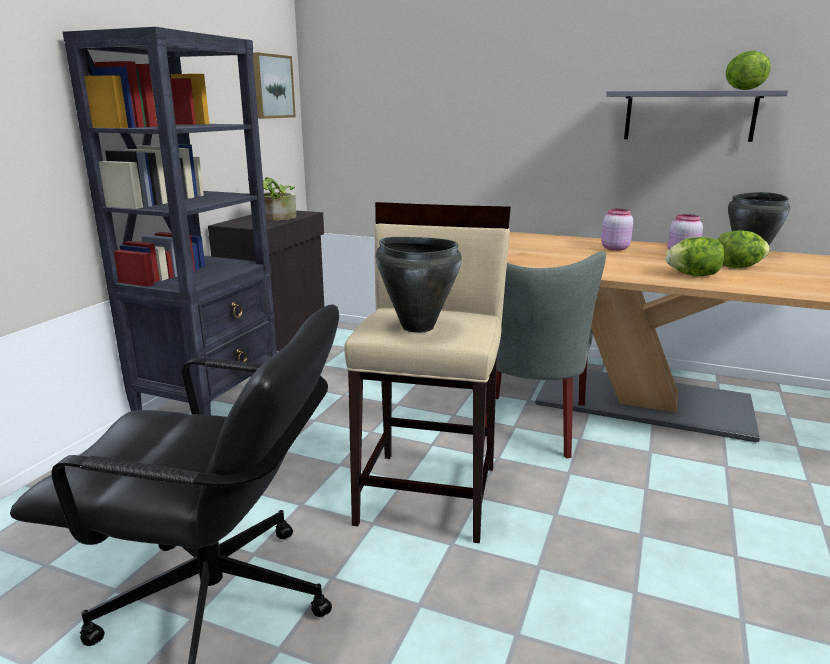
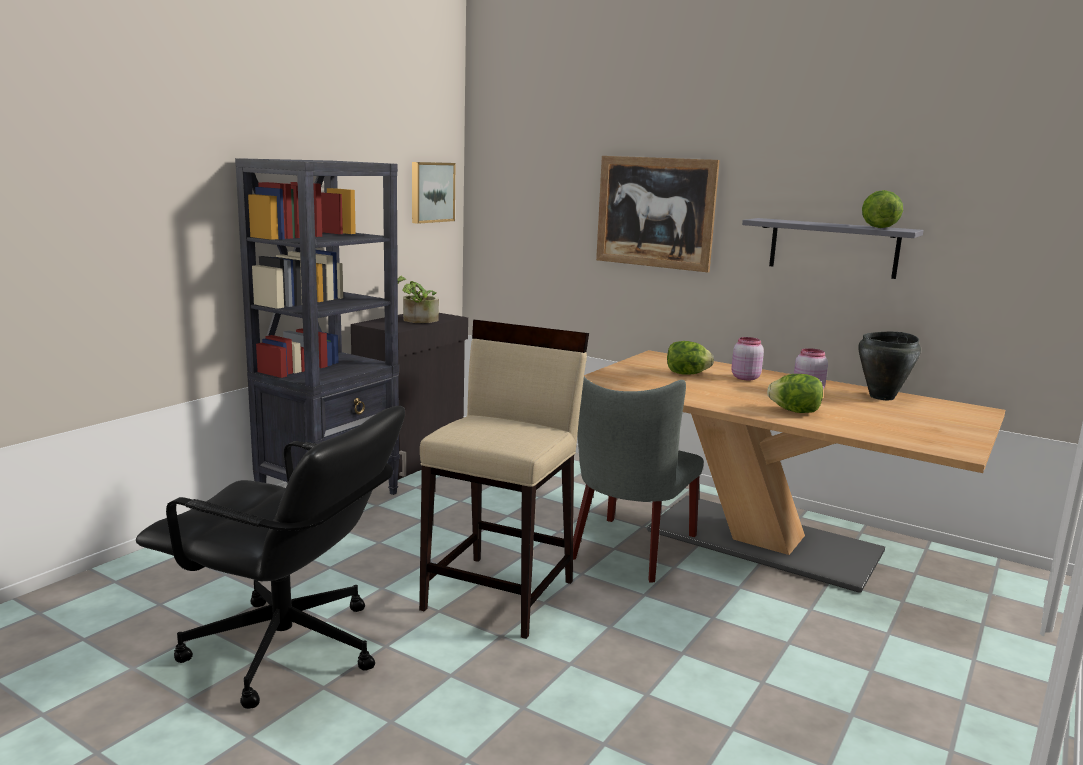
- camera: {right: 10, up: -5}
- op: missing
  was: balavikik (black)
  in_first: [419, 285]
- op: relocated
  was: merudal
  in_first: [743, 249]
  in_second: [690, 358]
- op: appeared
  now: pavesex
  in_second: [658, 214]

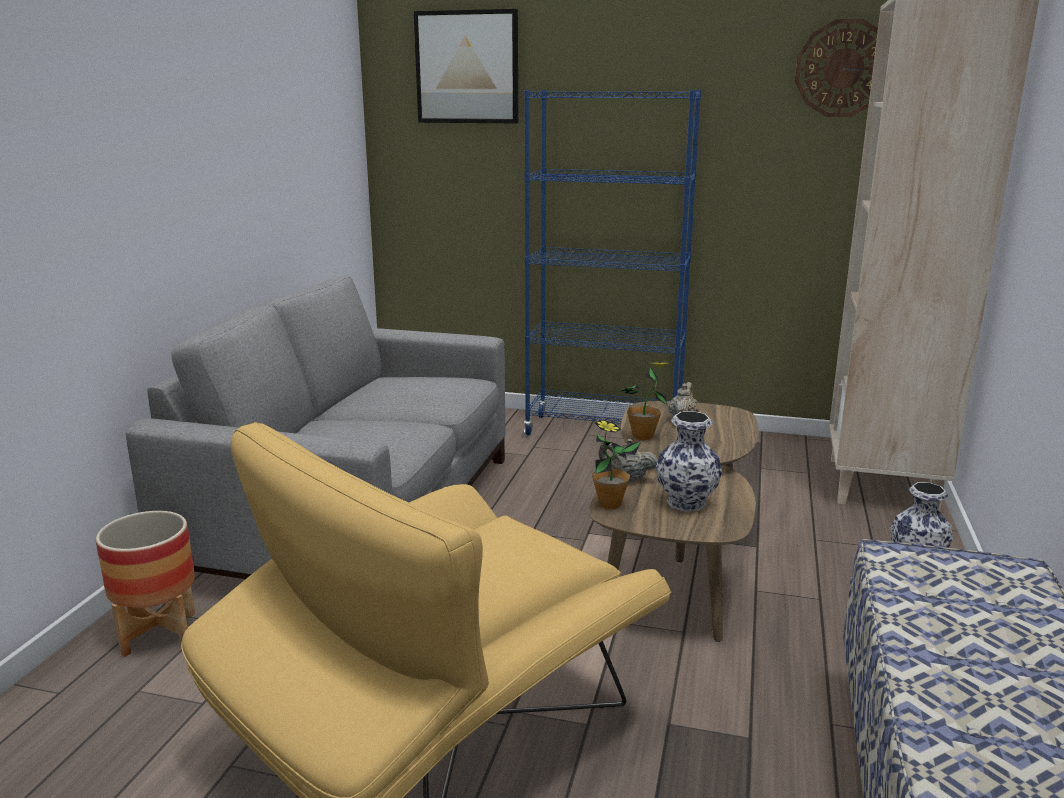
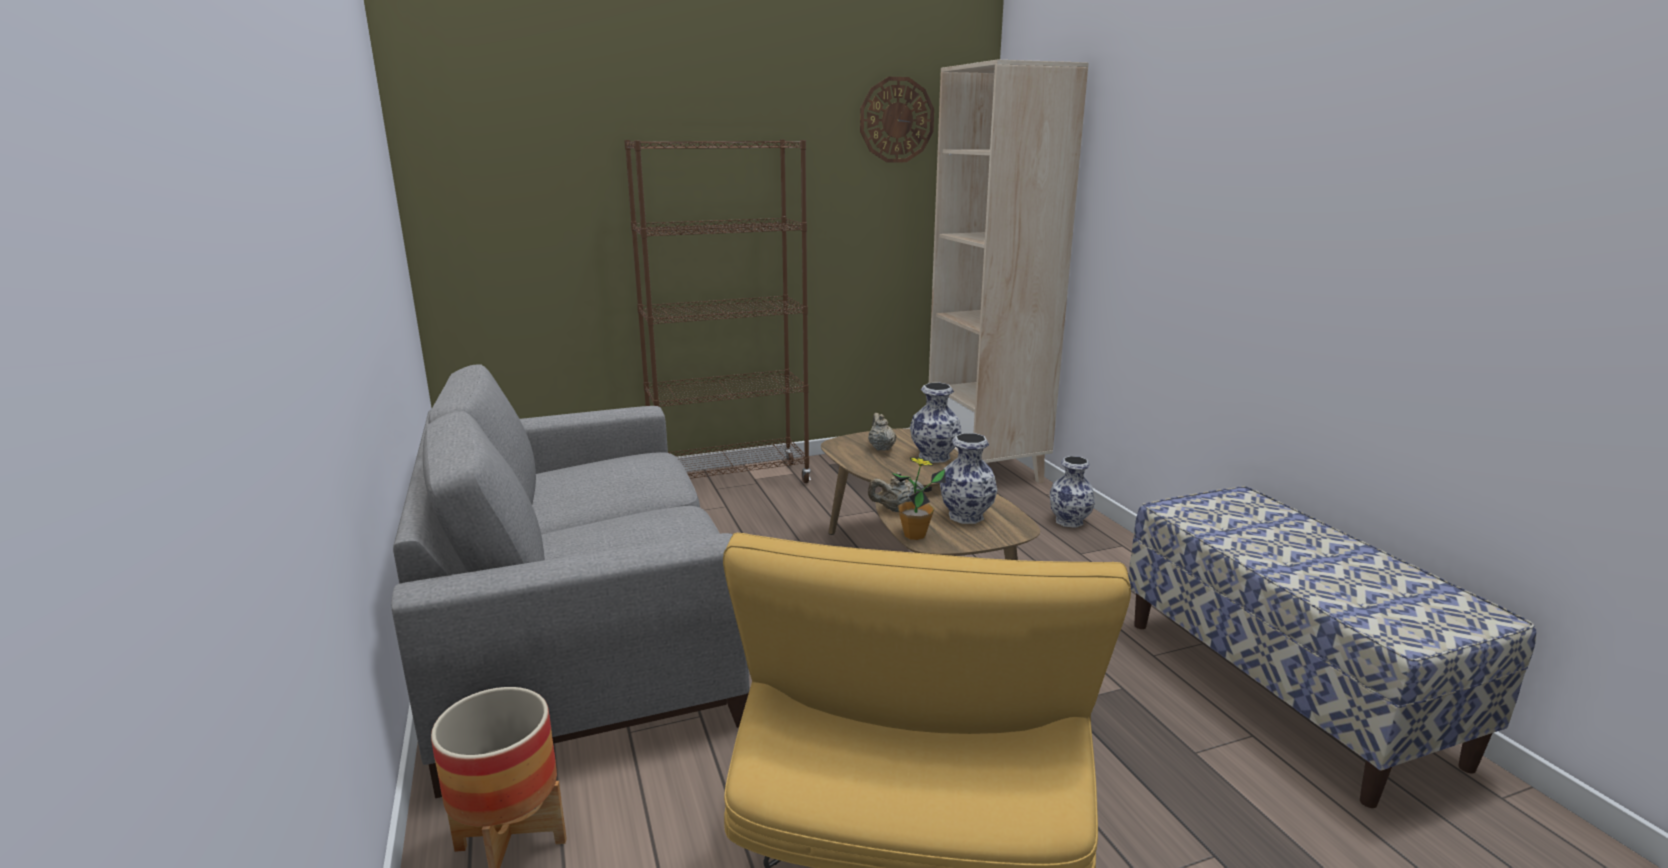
- camera: {right: -35, up: 0}
- op: missing
  was: pavesex
  in_first: [466, 66]
- op: colour
  was: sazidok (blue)
  now: sazidok (brown)
  in_first: [612, 263]
  in_second: [717, 311]
- op: missing
  was: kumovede
  in_first: [646, 401]
- op: appeared
  now: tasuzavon
  in_second: [936, 423]

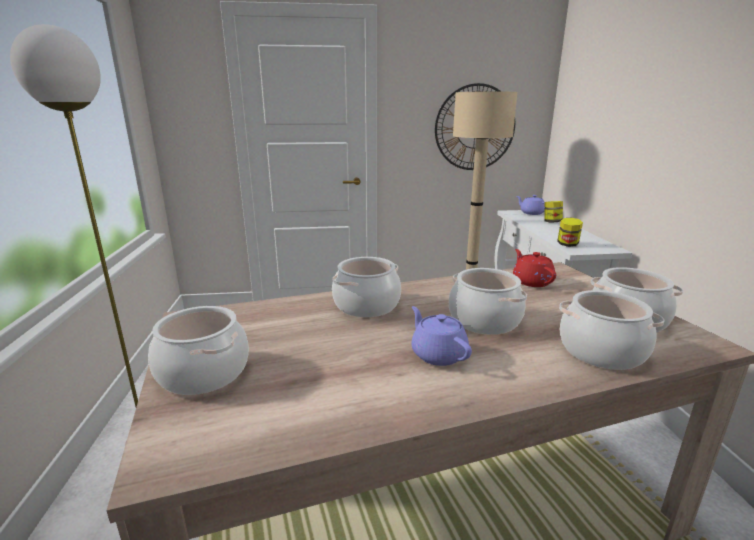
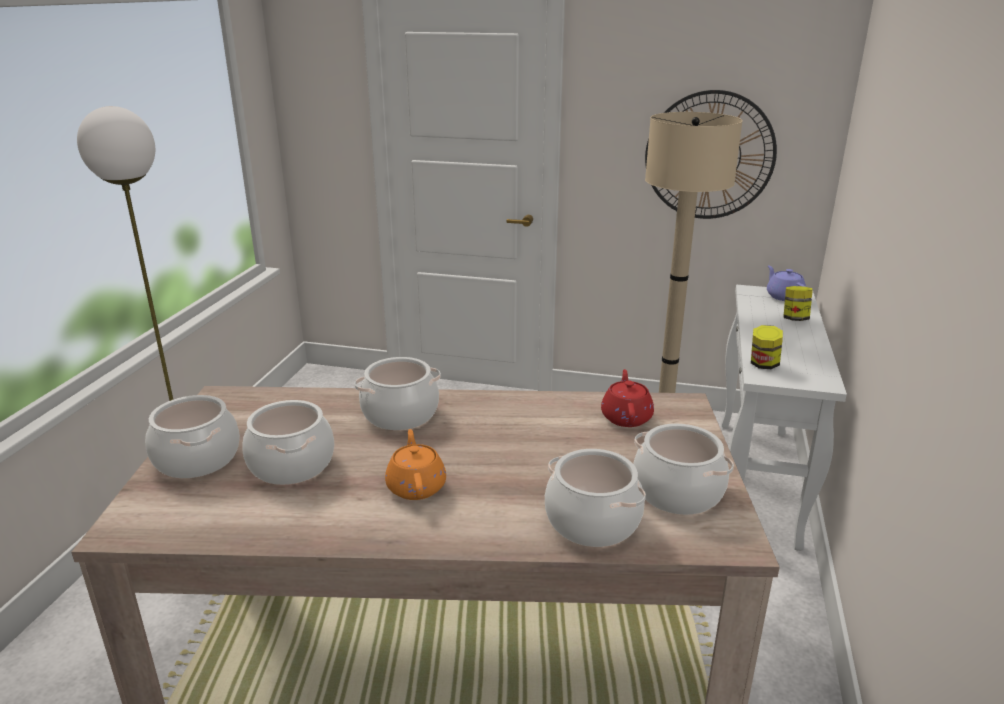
- camera: {right: 20, up: 5}
- op: colour
  was: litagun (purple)
  now: litagun (orange)
  in_first: [441, 336]
  in_second: [415, 464]
- op: relocated
  was: balavikik
  in_first: [488, 301]
  in_second: [288, 442]

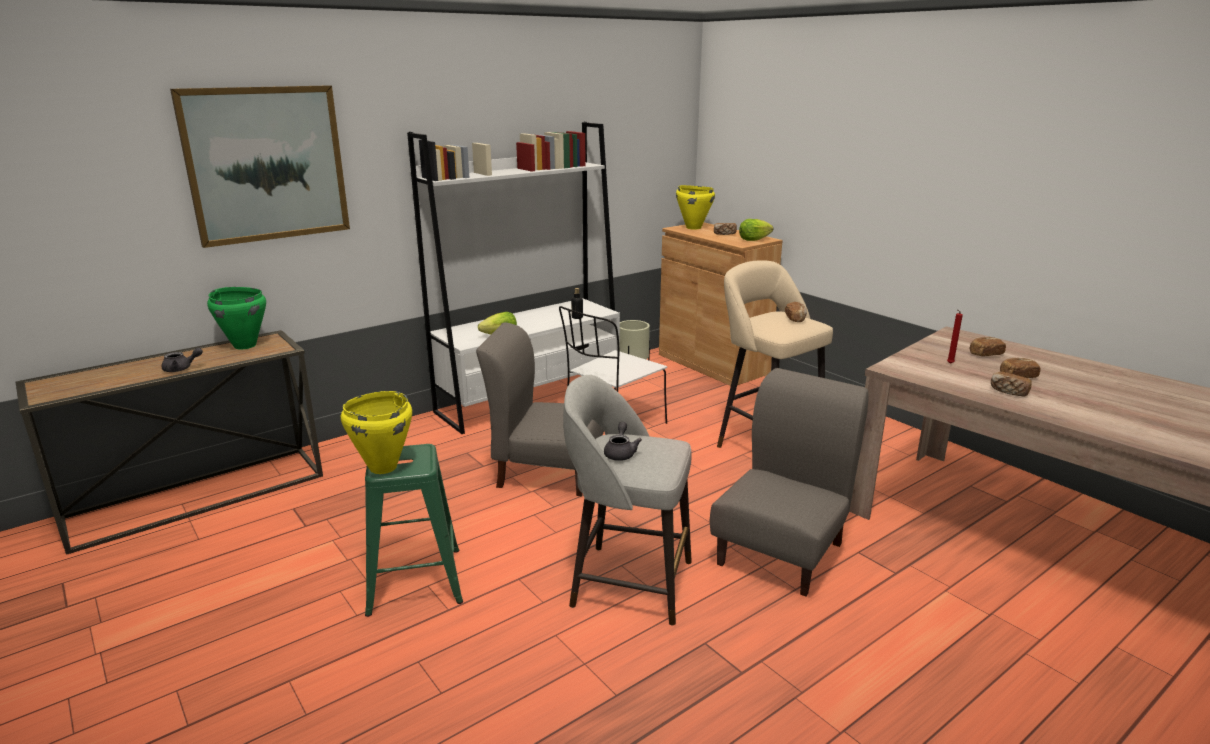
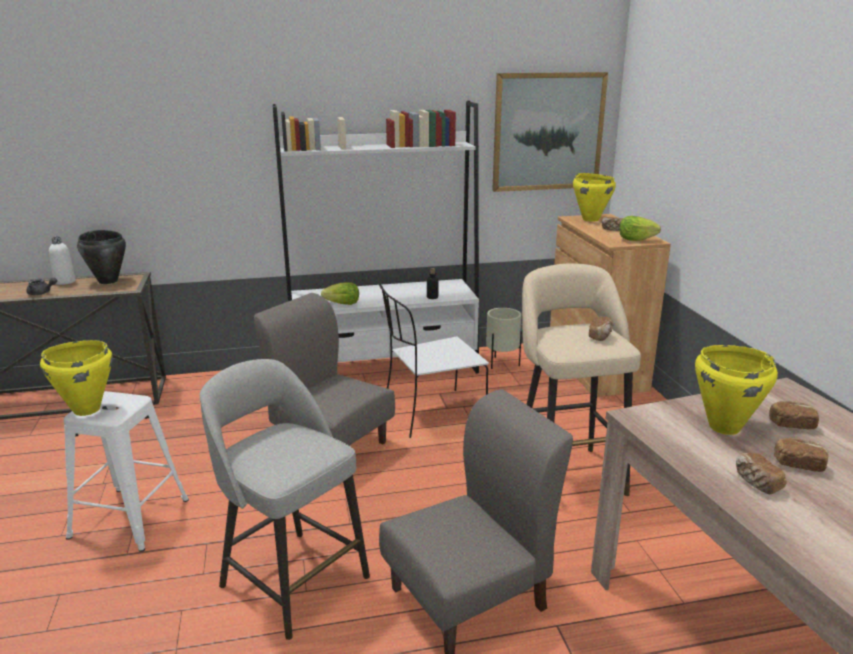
- camera: {right: 25, up: 0}
- op: relocated
  was: pavesex
  in_first: [260, 166]
  in_second: [550, 132]
- op: colour
  was: balavikik (green)
  now: balavikik (black)
  in_first: [236, 318]
  in_second: [101, 257]
- op: colour
  was: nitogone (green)
  now: nitogone (white)
  in_first: [414, 530]
  in_second: [126, 471]
- op: missing
  was: litagun (grey)
  in_first: [623, 441]
- op: exchanged
  was: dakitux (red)
  now: balavikik (yellow)
  in_first: [955, 337]
  in_second: [736, 390]
- op: appeared
  now: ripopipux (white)
  in_second: [62, 260]

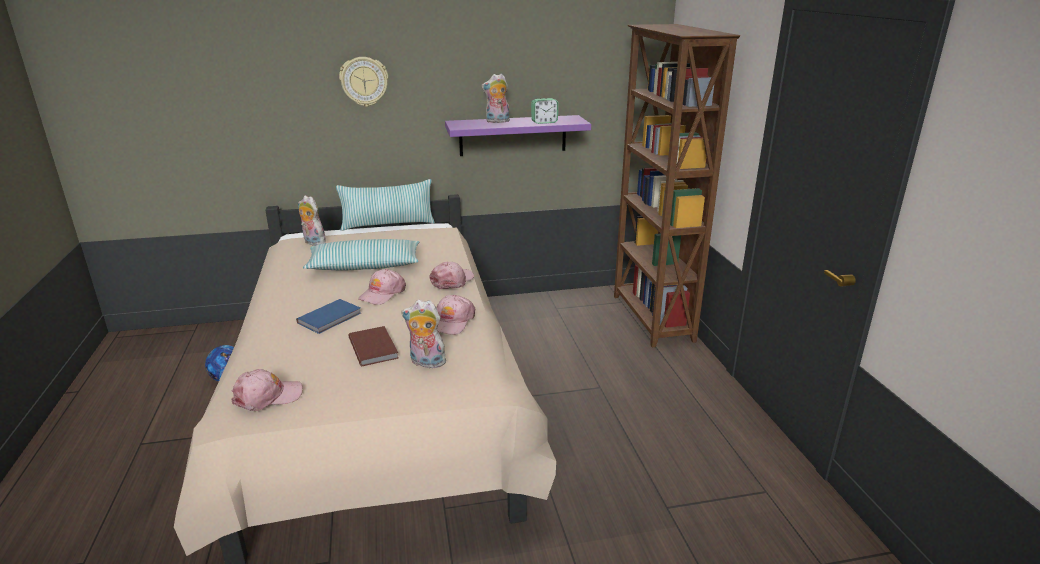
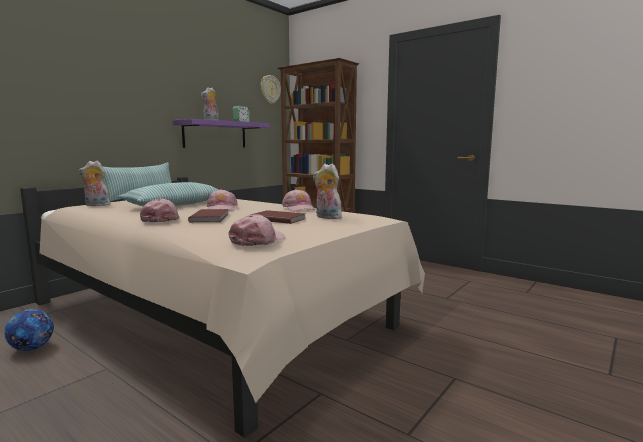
- camera: {right: -40, up: -15}
- op: colour
  was: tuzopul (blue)
  now: tuzopul (brown)
  in_first: [328, 316]
  in_second: [208, 215]
- op: relocated
  was: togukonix
  in_first: [364, 82]
  in_second: [270, 89]
- op: spun
  was: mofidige
  in_first: [424, 334]
  in_second: [327, 191]
  clockwise: 60
- op: relocated
  was: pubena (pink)
  in_first: [452, 275]
  in_second: [159, 210]

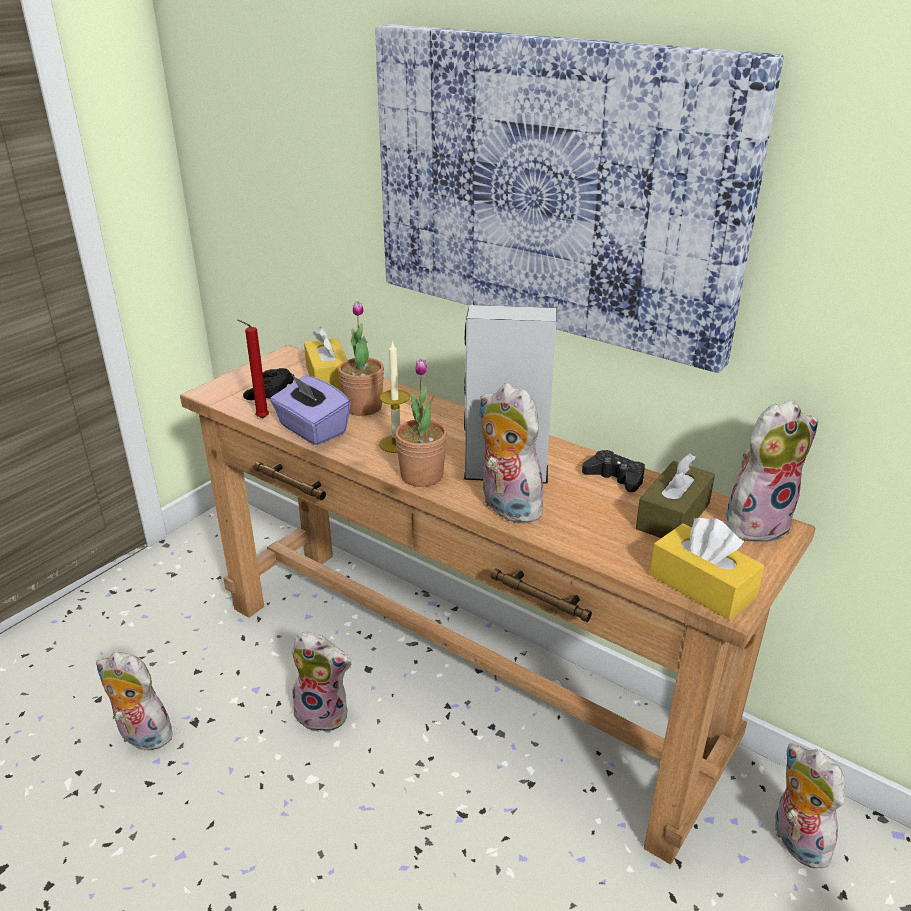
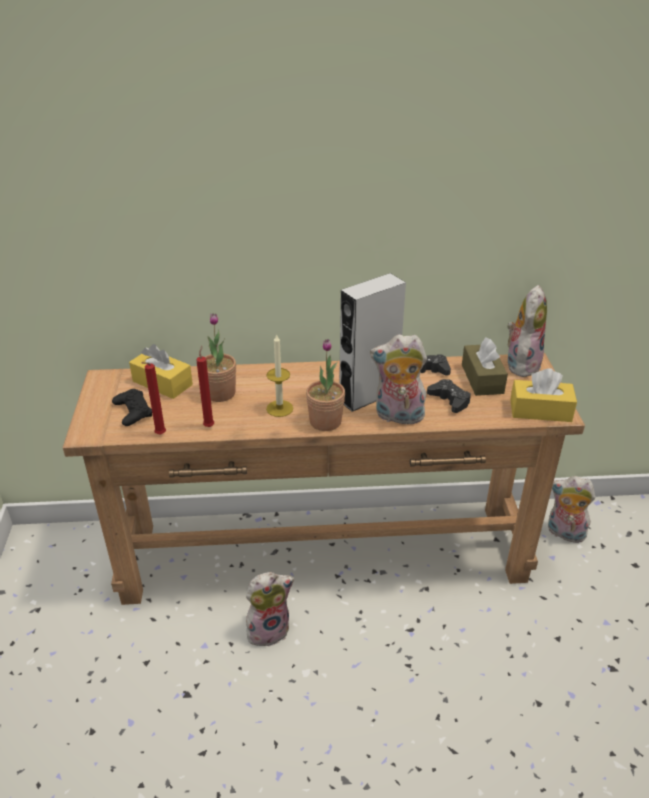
- camera: {right: -40, up: 5}
- op: missing
  was: mofidige
  in_first: [134, 701]
- op: exchanged
  was: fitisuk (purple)
  now: dakitux (red)
  in_first: [310, 410]
  in_second: [205, 386]
- op: missing
  was: pavesex
  in_first: [579, 198]
- op: appeared
  now: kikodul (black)
  in_second: [449, 396]

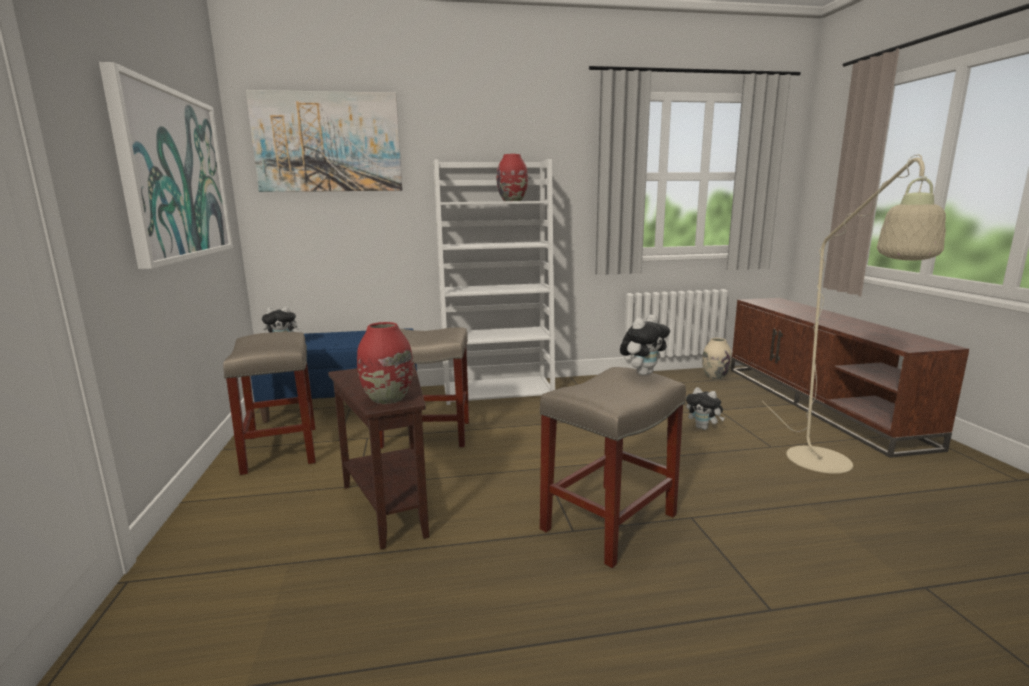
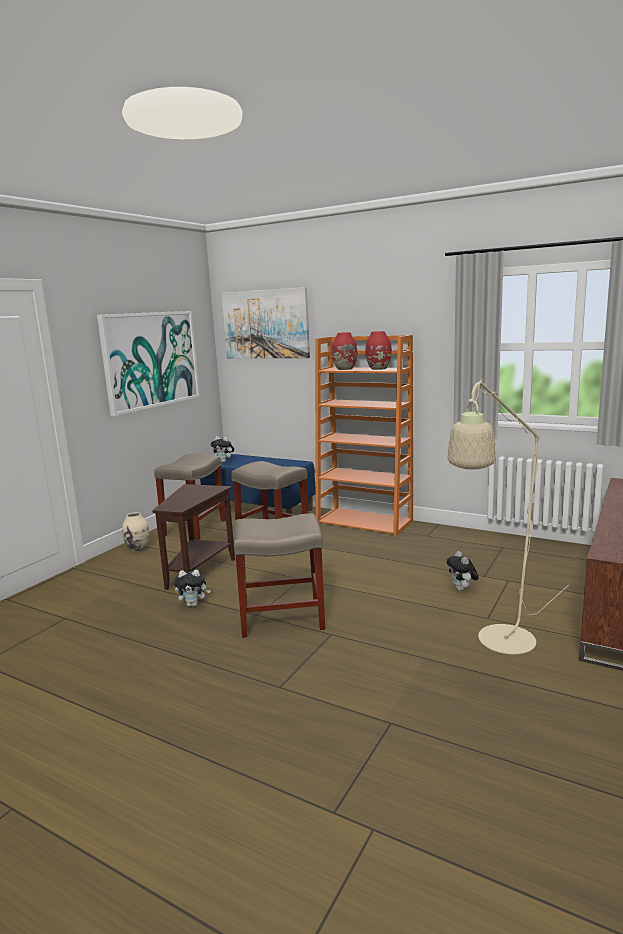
- camera: {right: 40, up: 0}
- op: relocated
  was: tasuzavon (red)
  in_first: [385, 363]
  in_second: [344, 351]
- op: colour
  was: sazidok (white)
  now: sazidok (orange)
  in_first: [494, 282]
  in_second: [364, 436]
- op: relocated
  was: mofidige
  in_first: [645, 345]
  in_second: [192, 588]
- op: relocated
  was: tasuzavon (beige)
  in_first: [717, 358]
  in_second: [136, 532]

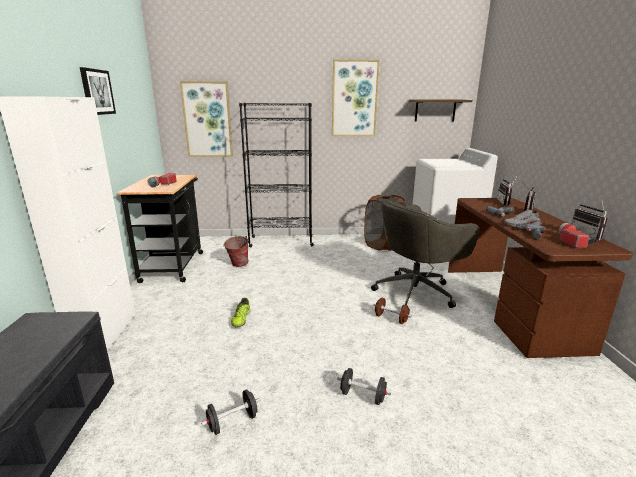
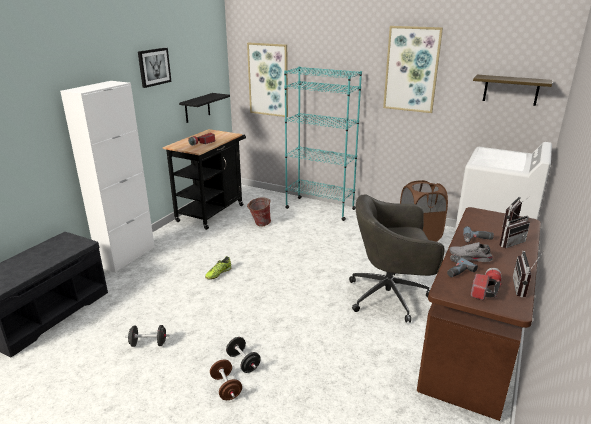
- camera: {right: 30, up: 5}
- op: colour
  was: sazidok (black)
  now: sazidok (turquoise)
  in_first: [276, 175]
  in_second: [323, 143]
- op: relocated
  was: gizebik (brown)
  in_first: [392, 311]
  in_second: [226, 380]
- op: appeared
  now: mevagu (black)
  in_second: [204, 108]

